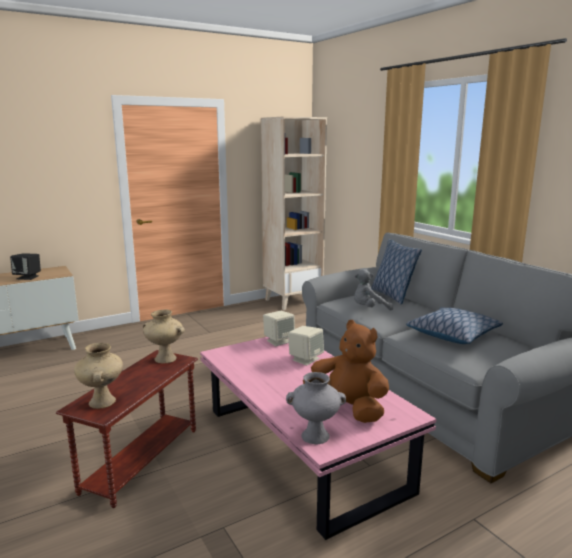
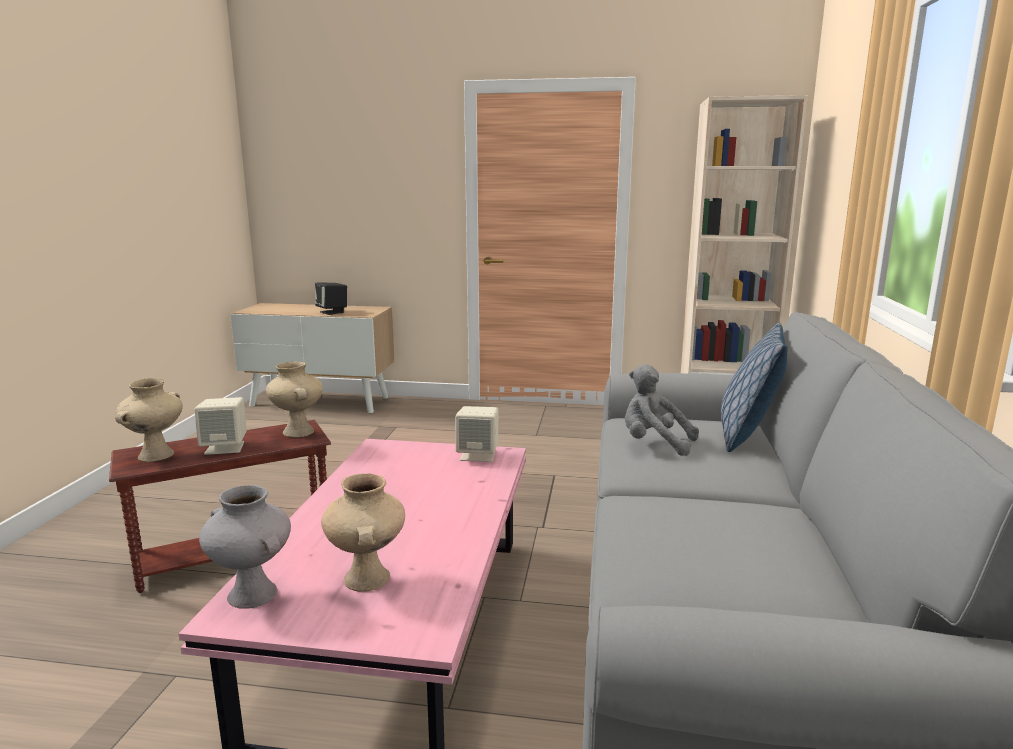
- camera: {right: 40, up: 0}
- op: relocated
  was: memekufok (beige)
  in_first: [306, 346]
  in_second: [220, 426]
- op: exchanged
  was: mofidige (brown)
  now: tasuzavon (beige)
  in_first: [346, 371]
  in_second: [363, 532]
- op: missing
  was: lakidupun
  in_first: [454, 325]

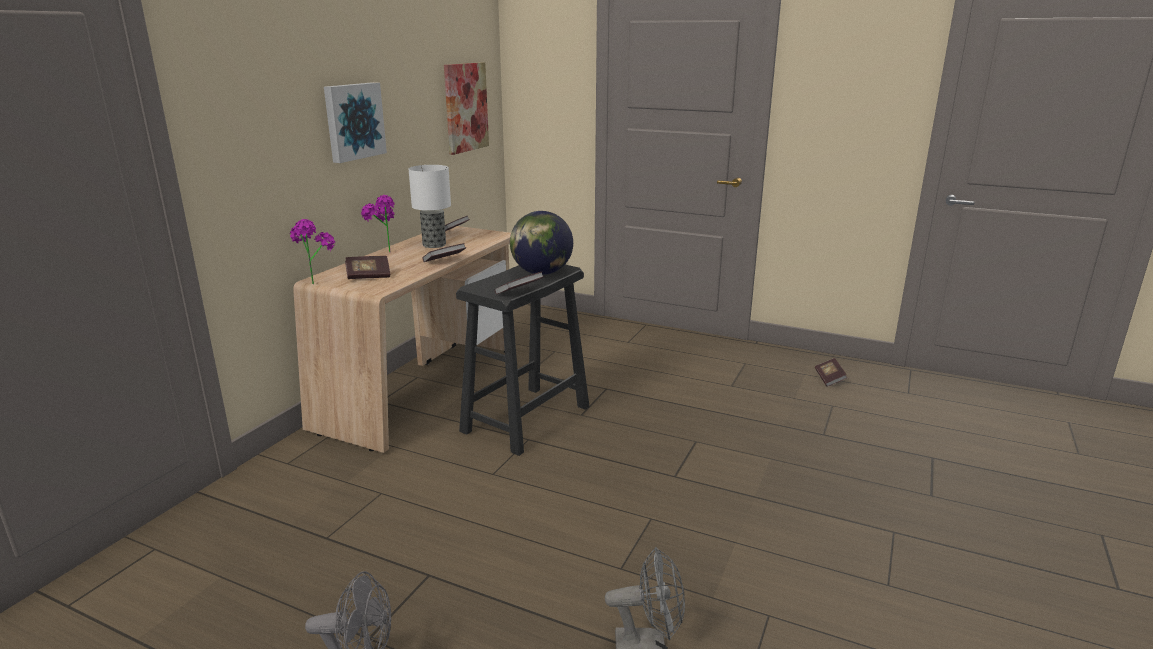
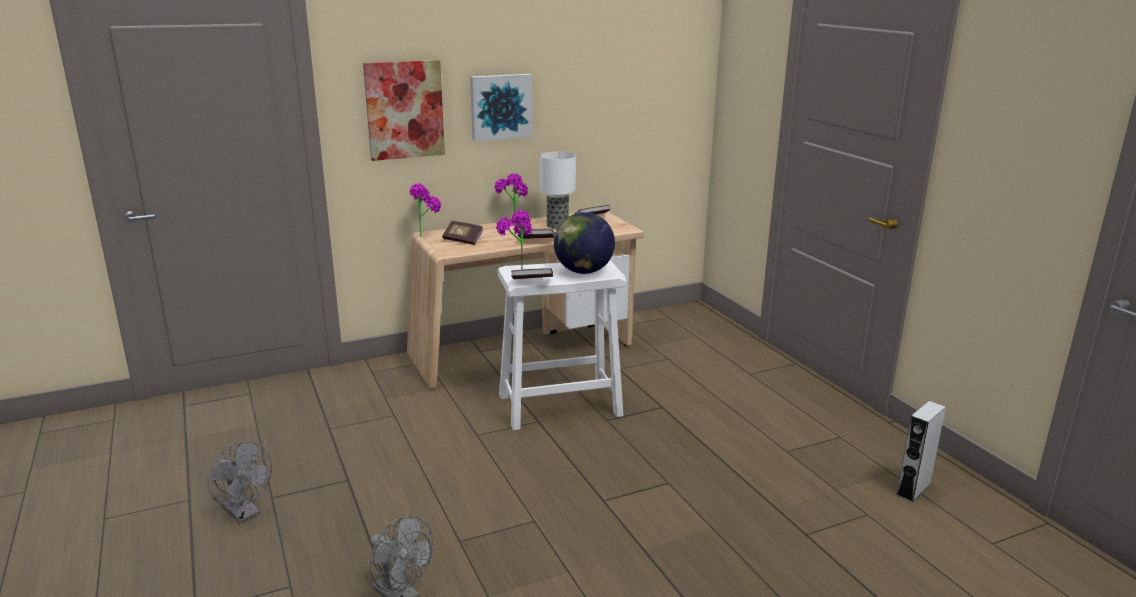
- camera: {right: 40, up: 0}
- op: relocated
  was: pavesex
  in_first: [466, 108]
  in_second: [404, 110]
- op: colour
  was: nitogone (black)
  now: nitogone (white)
  in_first: [523, 360]
  in_second: [562, 345]
- op: exchanged
  was: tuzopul
  now: memekufok (grey)
  in_first: [831, 372]
  in_second: [921, 451]
- op: appeared
  now: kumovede
  in_second: [514, 239]

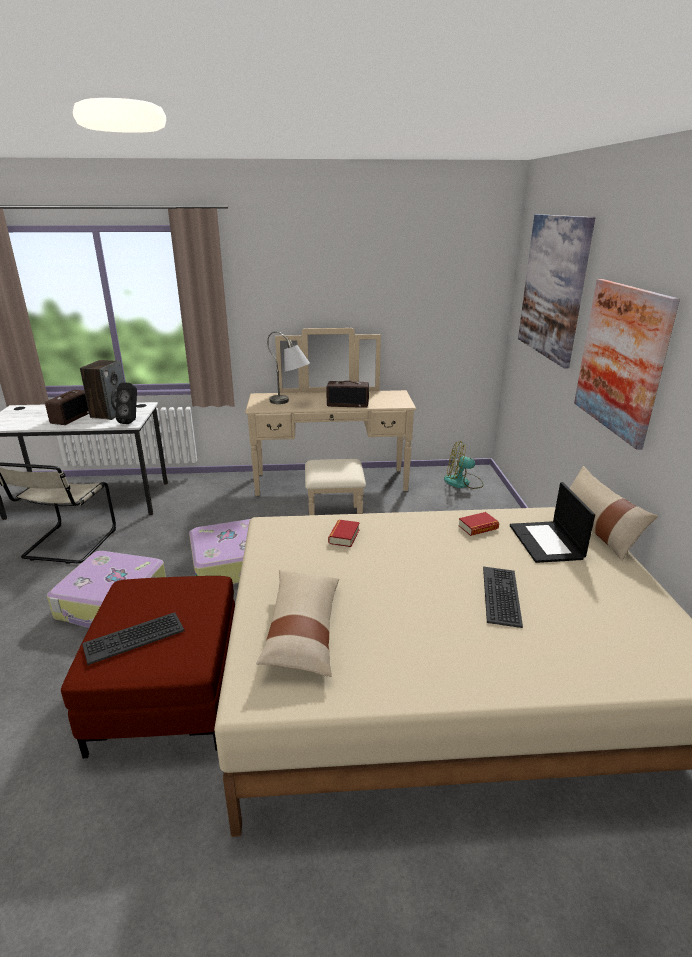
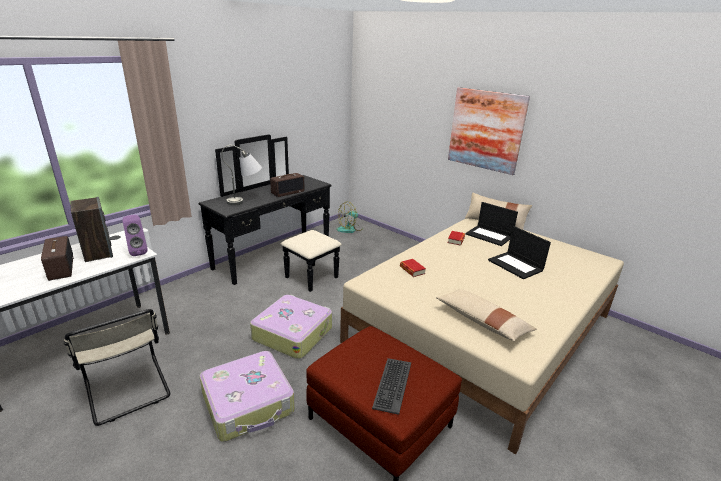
- camera: {right: -45, up: 0}
- op: colour
  was: memekufok (black)
  now: memekufok (purple)
  in_first: [126, 403]
  in_second: [135, 235]
- op: colour
  was: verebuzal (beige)
  now: verebuzal (black)
  in_first: [330, 421]
  in_second: [270, 213]
- op: exchanged
  was: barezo
  now: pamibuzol
  in_first: [503, 597]
  in_second: [519, 252]
- op: missing
  was: pavesex
  in_first: [556, 291]

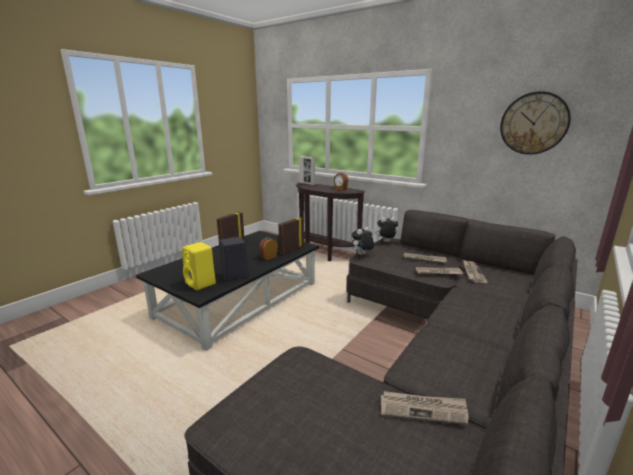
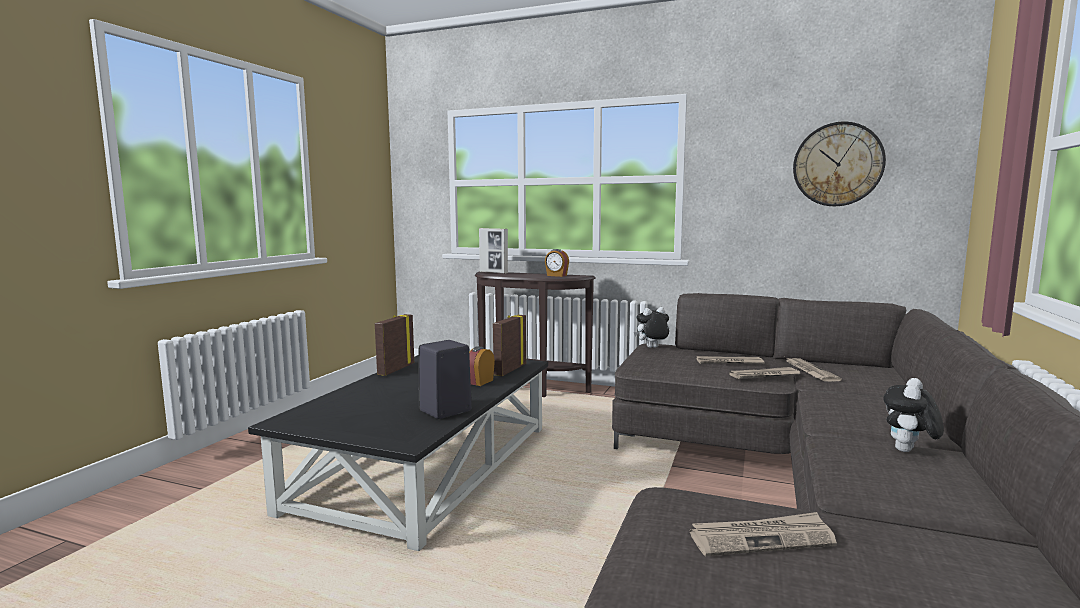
- camera: {right: -15, up: -10}
- op: missing
  was: memekufok (yellow)
  in_first: [199, 266]
- op: relocated
  was: mofidige
  in_first: [362, 241]
  in_second: [914, 415]
- op: relocated
  was: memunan
  in_first: [425, 408]
  in_second: [763, 534]

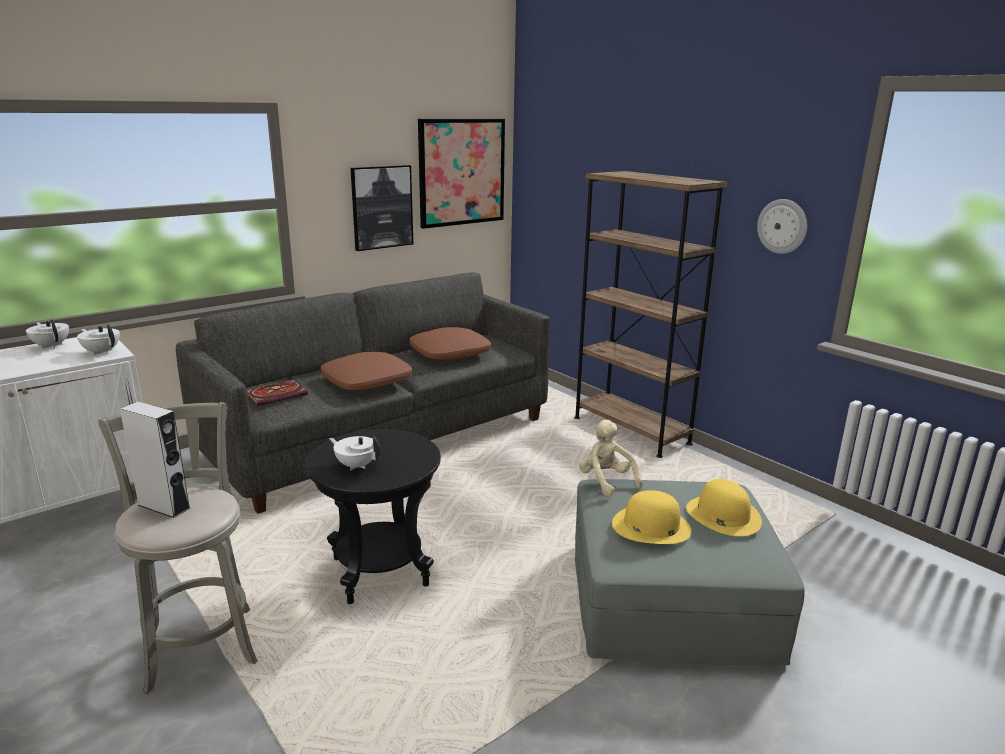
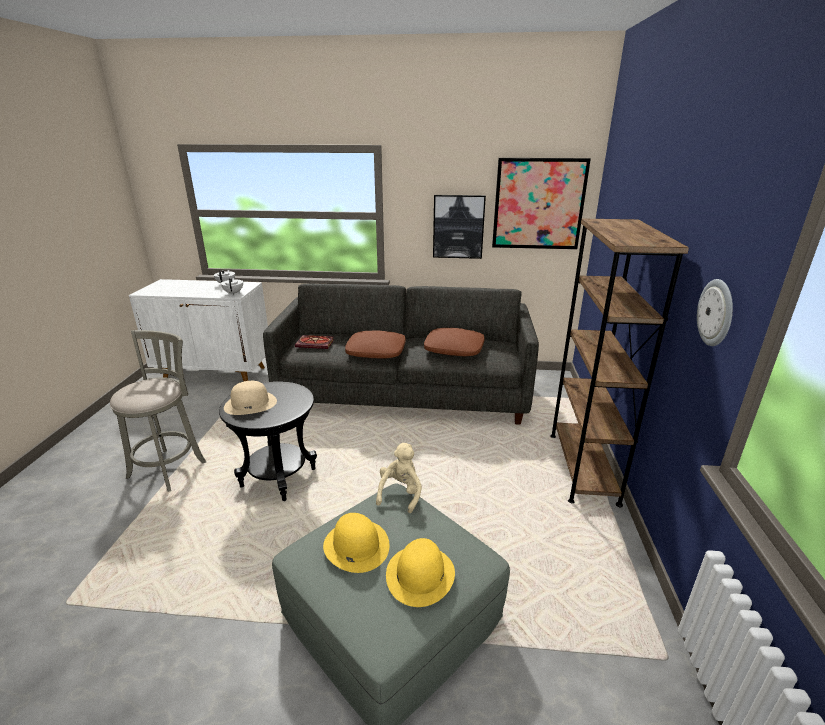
- camera: {right: 45, up: 5}
- op: missing
  was: memekufok (grey)
  in_first: [155, 460]
- op: exchanged
  was: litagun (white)
  now: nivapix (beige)
  in_first: [355, 453]
  in_second: [250, 398]

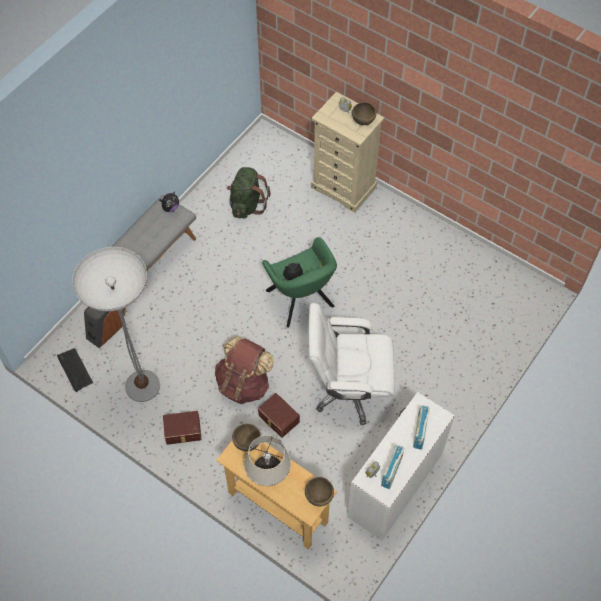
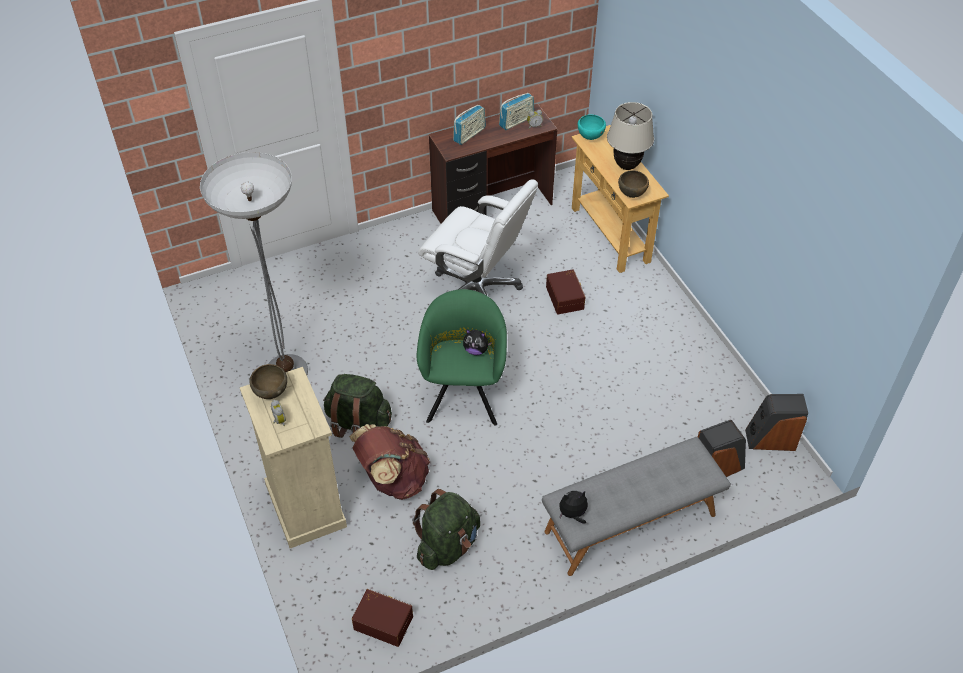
- camera: {right: -150, up: -10}
- op: exchanged
  was: barezo
  now: memekufok
  in_first: [75, 370]
  in_second: [776, 422]
- op: relocated
  was: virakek
  in_first: [116, 324]
  in_second: [254, 263]
- op: relocated
  was: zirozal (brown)
  in_first: [182, 428]
  in_second: [382, 618]
- op: relocated
  was: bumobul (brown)
  in_first: [244, 370]
  in_second: [389, 462]
- op: colour
  was: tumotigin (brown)
  now: tumotigin (turquoise)
  in_first: [319, 491]
  in_second: [592, 127]
- op: colour
  was: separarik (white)
  now: separarik (brown)
  in_first: [401, 466]
  in_second: [493, 164]
- op: appeared
  now: bumobul (green)
  in_second: [357, 406]

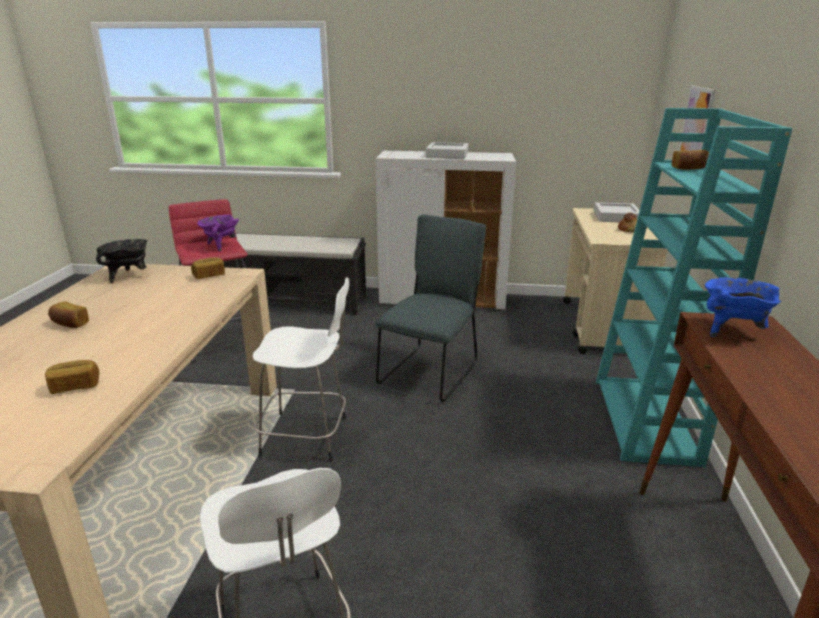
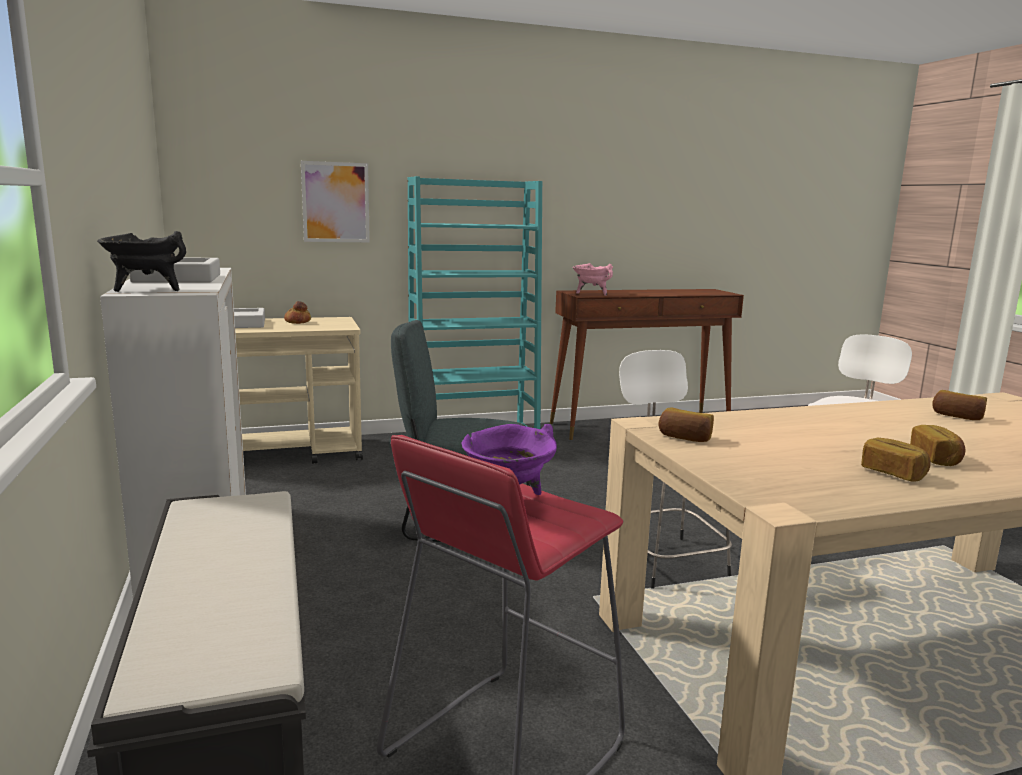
- camera: {right: -115, up: -10}
- op: relocated
  was: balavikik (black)
  in_first: [121, 261]
  in_second: [141, 261]
- op: relocated
  was: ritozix
  in_first: [690, 160]
  in_second: [895, 460]
- op: colour
  was: balavikik (blue)
  now: balavikik (pink)
  in_first: [743, 307]
  in_second: [593, 279]

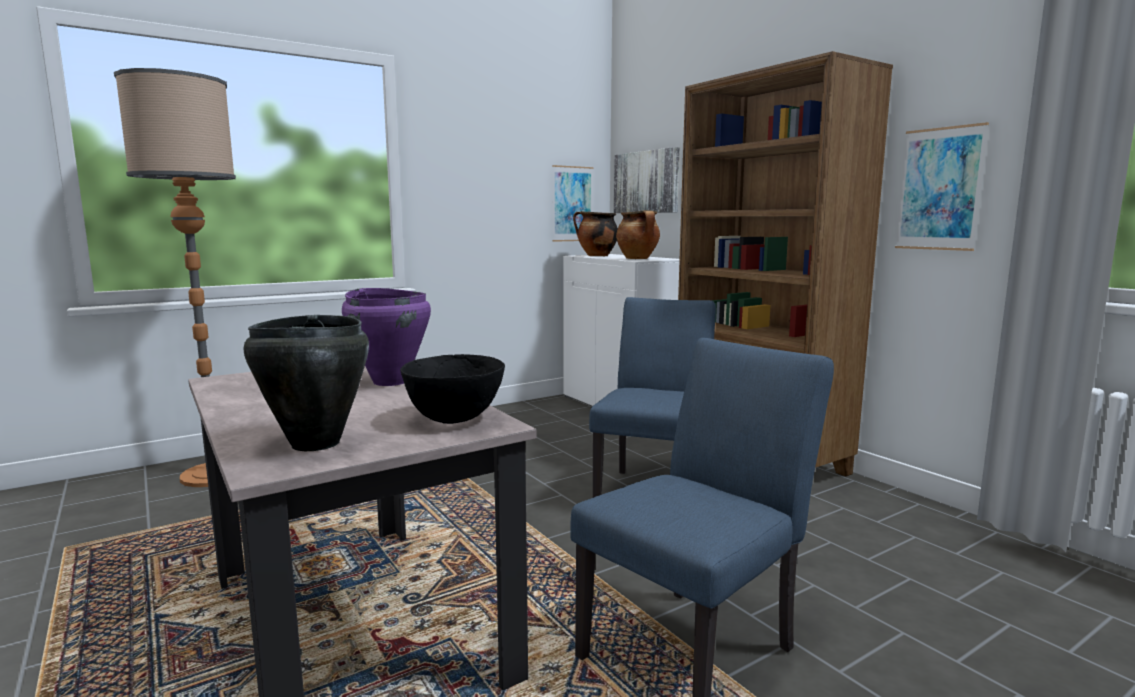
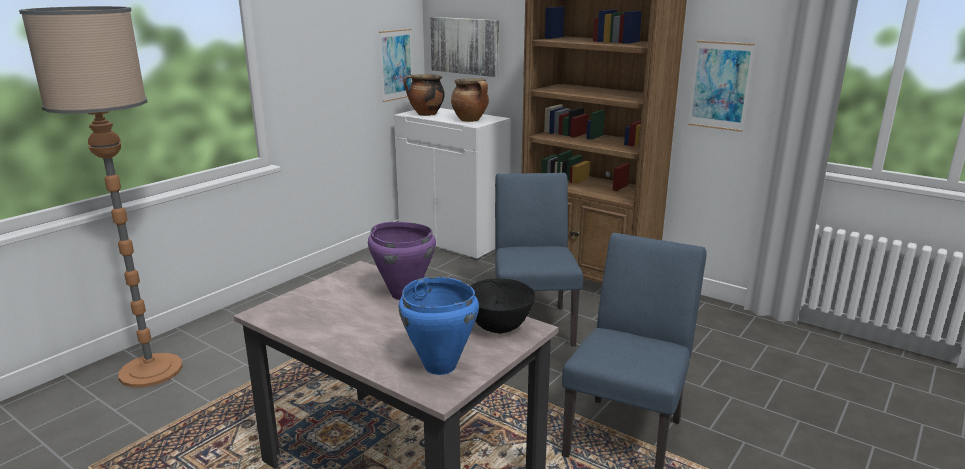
- camera: {right: -20, up: 10}
- op: colour
  was: balavikik (black)
  now: balavikik (blue)
  in_first: [306, 383]
  in_second: [439, 326]

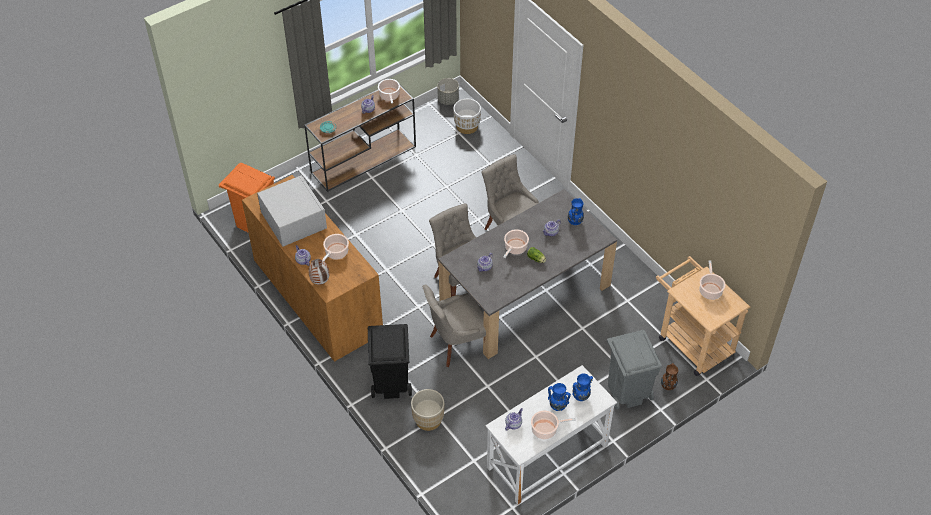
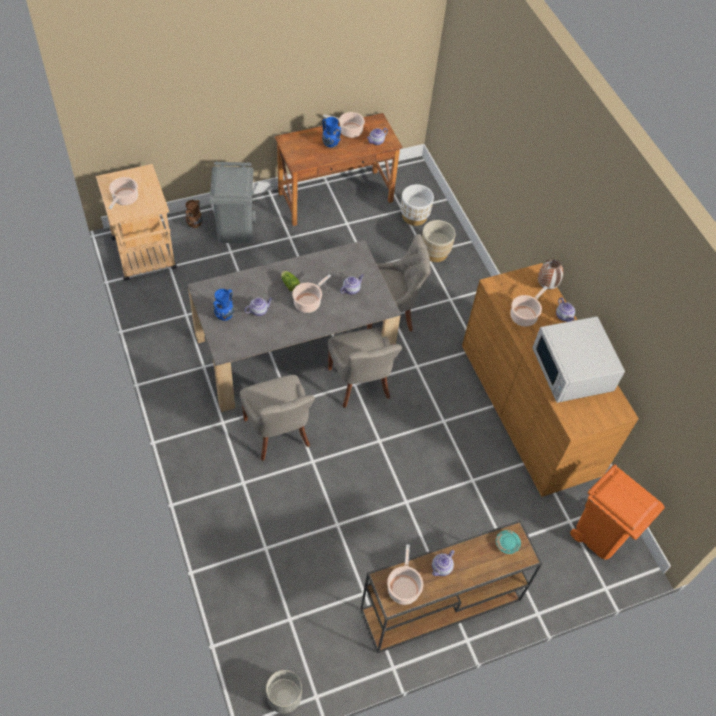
- camera: {right: -170, up: 5}
- op: missing
  was: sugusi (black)
  in_first: [390, 361]
- op: relocated
  was: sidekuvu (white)
  in_first: [467, 116]
  in_second: [417, 205]
- op: colour
  was: separarik (white)
  now: separarik (brown)
  in_first: [551, 435]
  in_second: [338, 169]
- op: missing
  was: tasuzavon (blue)
  in_first: [582, 387]

